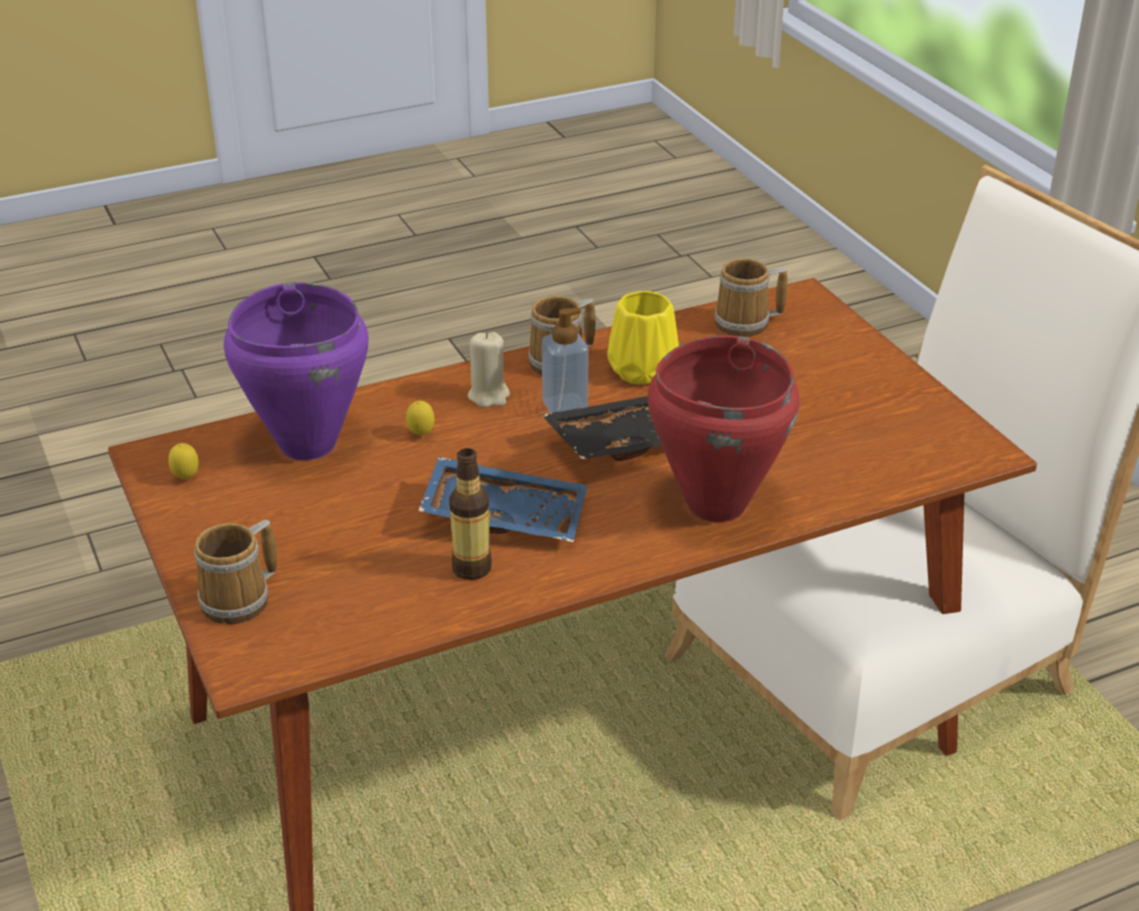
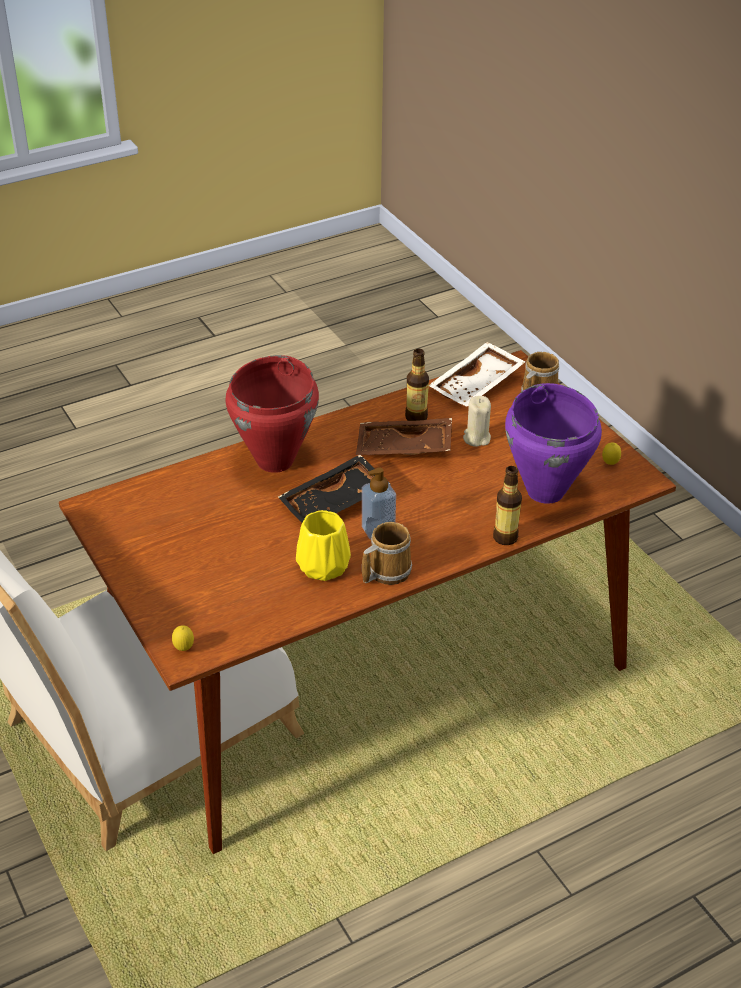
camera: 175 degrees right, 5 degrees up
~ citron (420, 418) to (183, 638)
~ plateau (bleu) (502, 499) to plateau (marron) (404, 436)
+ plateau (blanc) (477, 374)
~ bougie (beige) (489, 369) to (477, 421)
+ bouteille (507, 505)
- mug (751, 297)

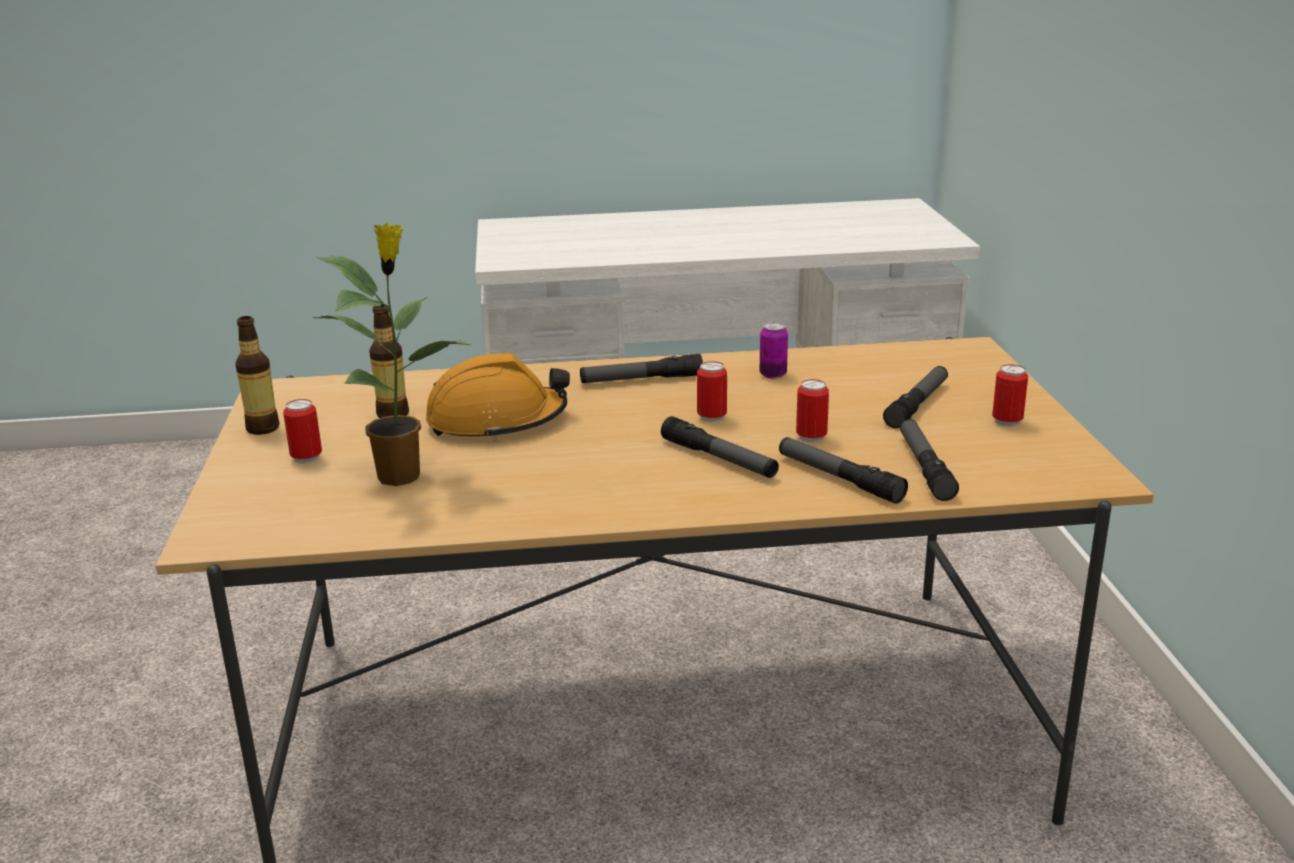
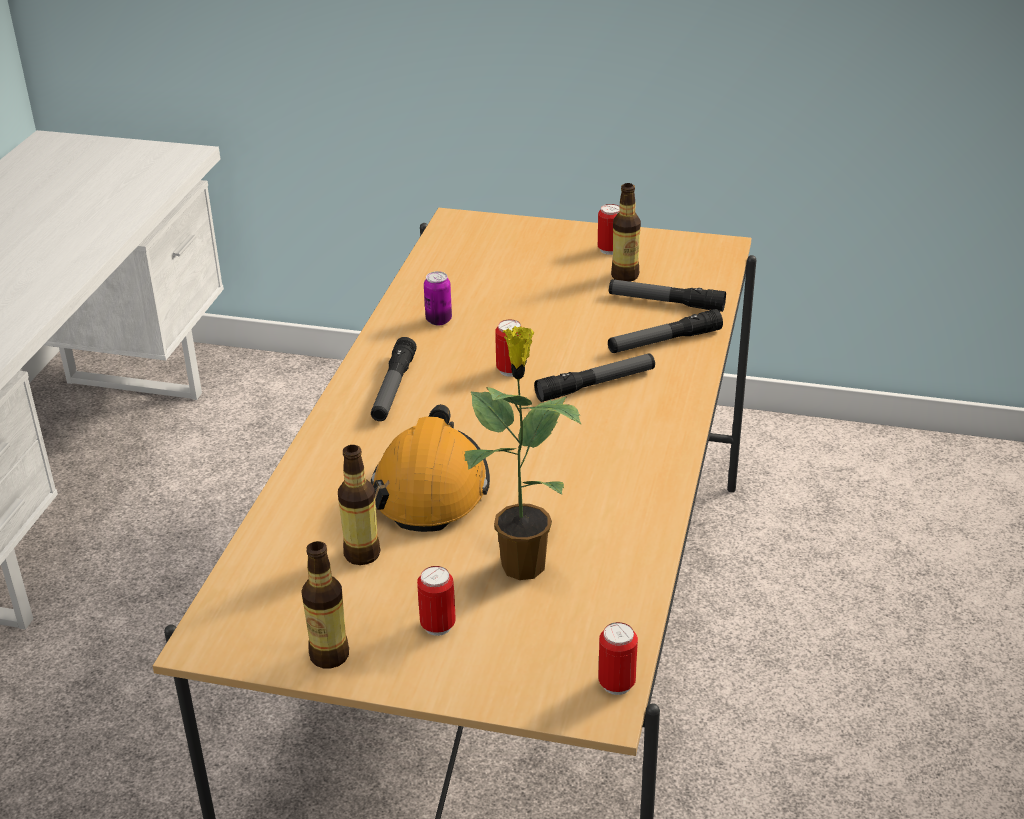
camera: 70 degrees left, 10 degrees up
~ boîte métallique (812, 411) to (618, 658)
+ bouteille (626, 232)
- lampe de poche (915, 397)

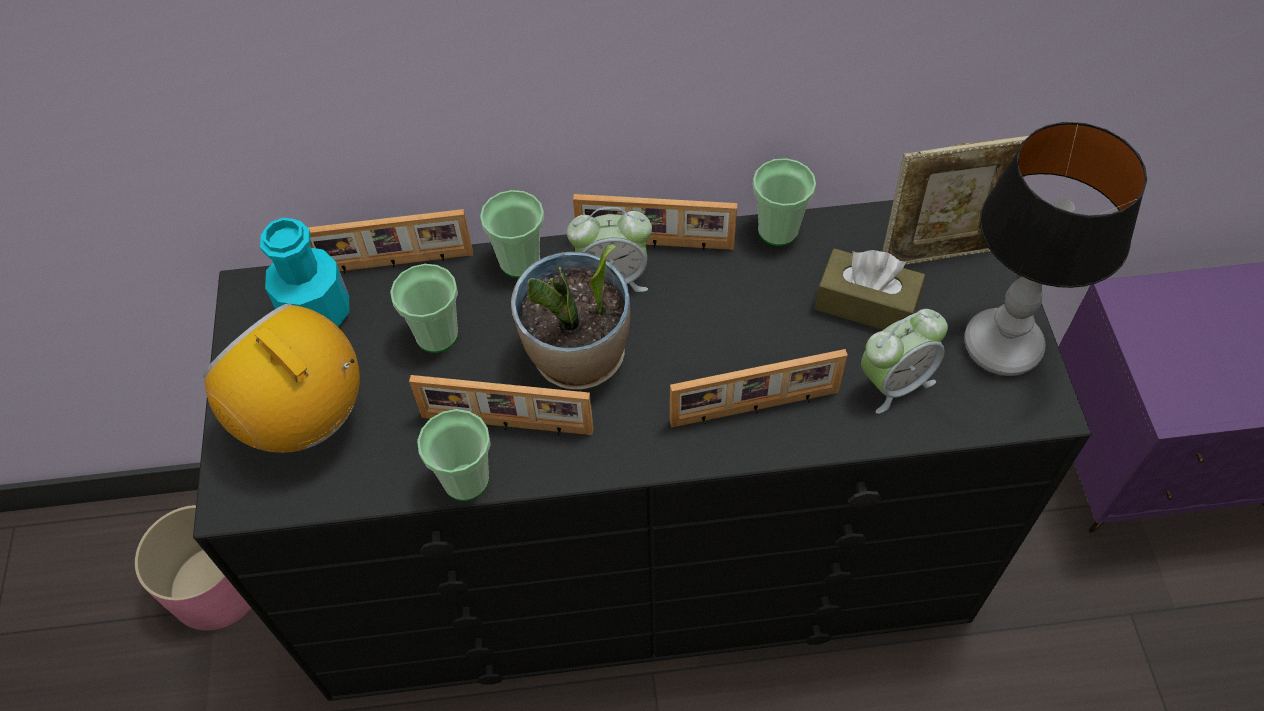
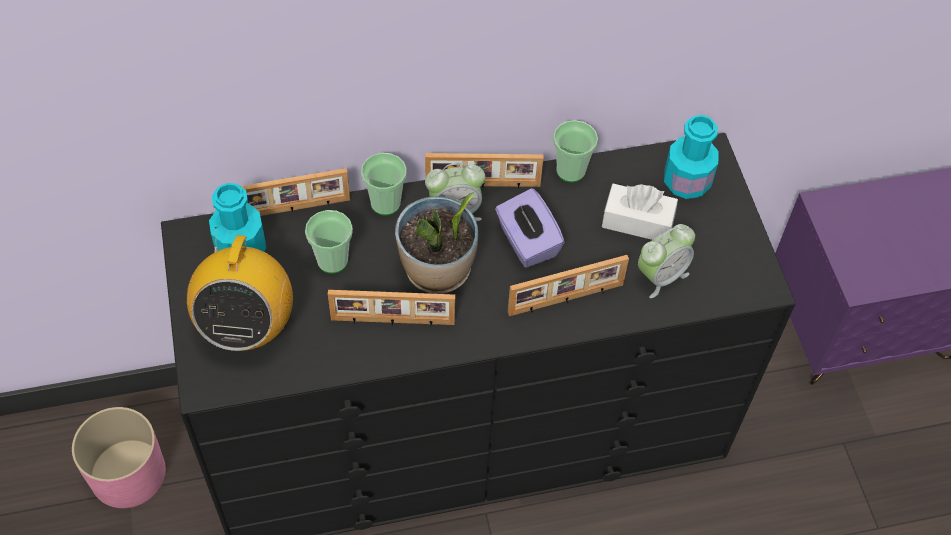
camera: 10 degrees left, 0 degrees up
~ radio (281, 378) = (240, 289) 120 degrees counterclockwise
+ boîte à mouchoirs (violet) (530, 228)
~ boîte à mouchoirs (marron) (870, 289) to boîte à mouchoirs (blanc) (640, 212)
~ cadre photo (955, 200) to bouteille (turquoise) (691, 157)
- tasse (454, 455)
- lampe de table (1055, 249)

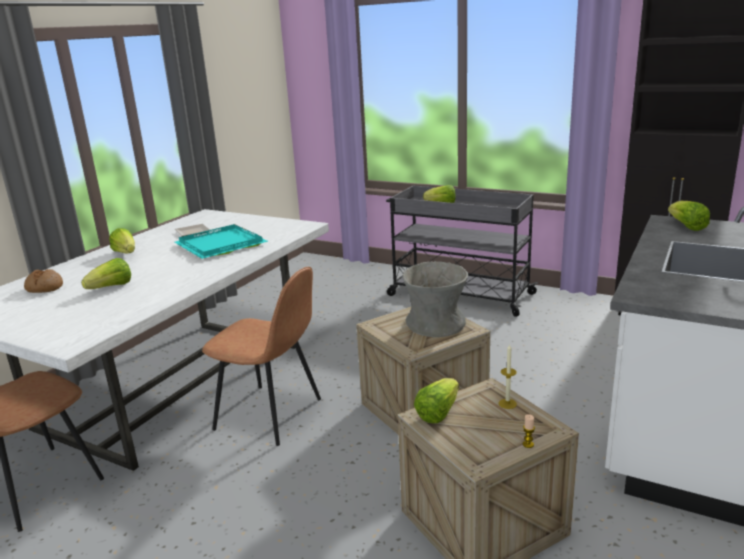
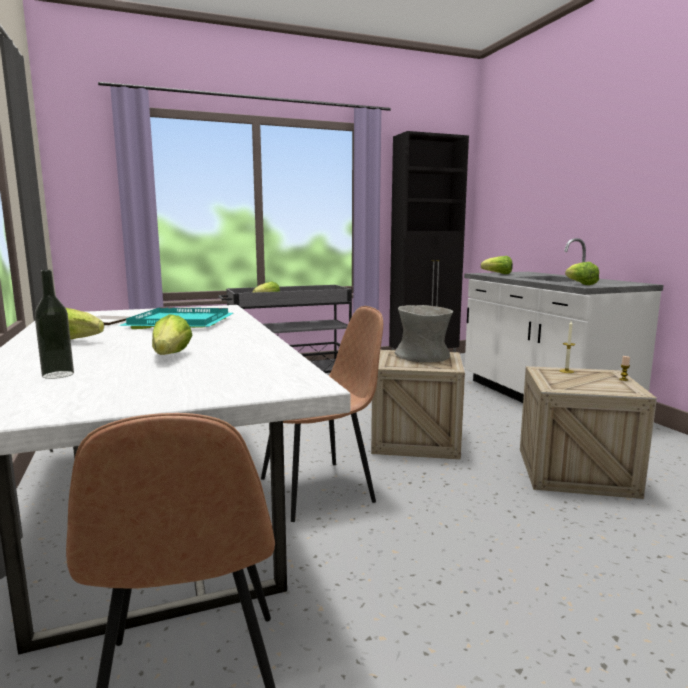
camera: 50 degrees left, 10 degrees down
~ pain (43, 281) to bouteille (54, 324)
~ laitue (436, 400) to (582, 273)

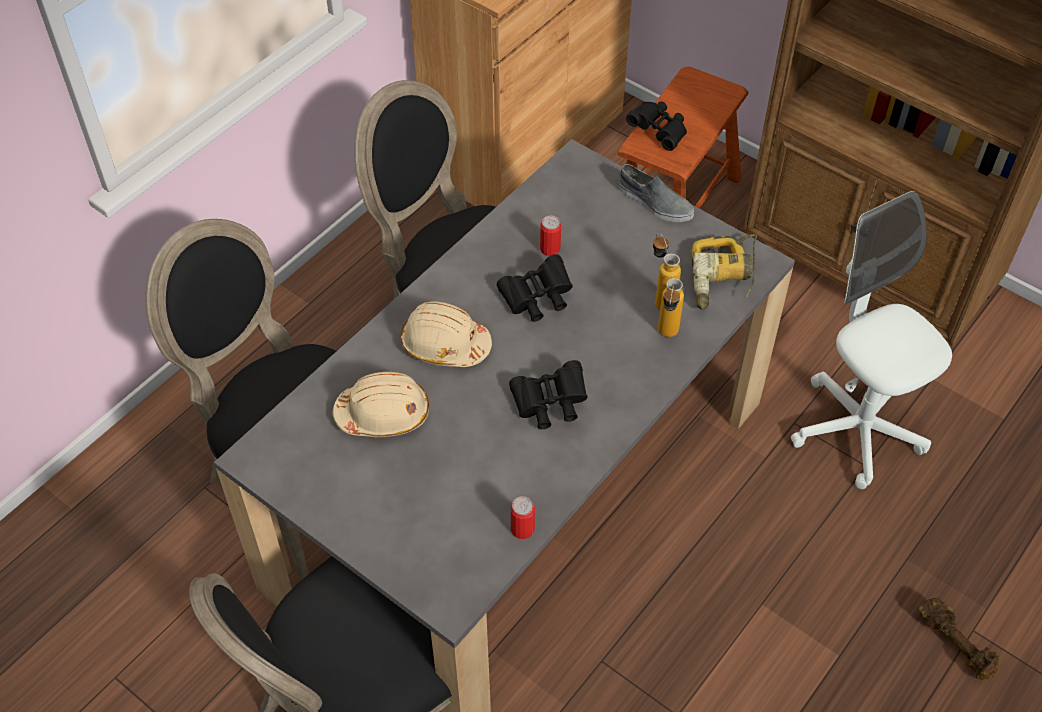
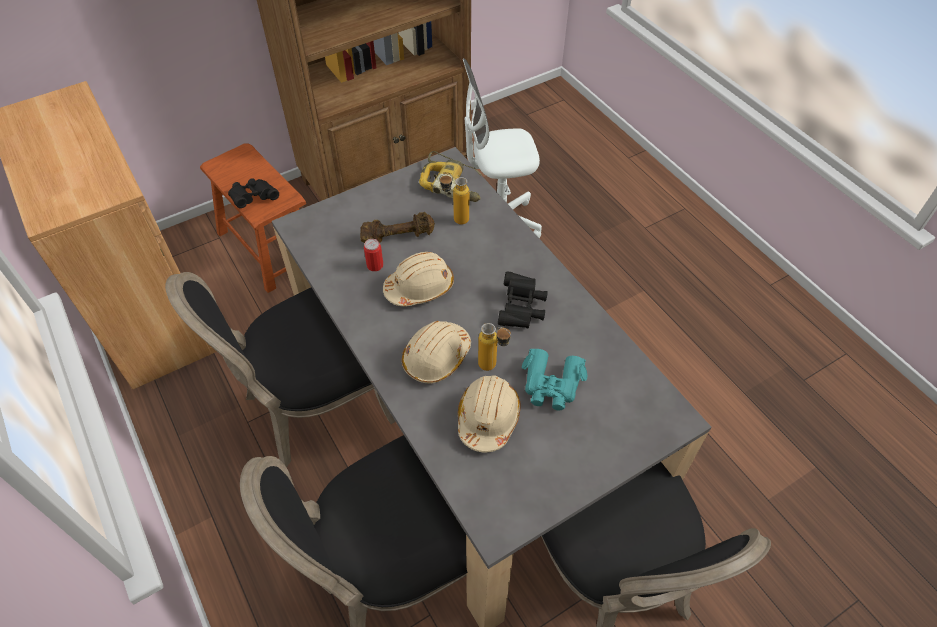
camera: 70 degrees left, 0 degrees up
~ haltère (marron) (958, 639) to (397, 227)
~ jumelles (noir) (535, 288) to casque de chantier (beige) (418, 279)
~ bouteille (671, 307) to (494, 347)
+ jumelles (turquoise) (554, 380)
- boîte métallique (523, 517)
- chaussure (gris) (656, 193)

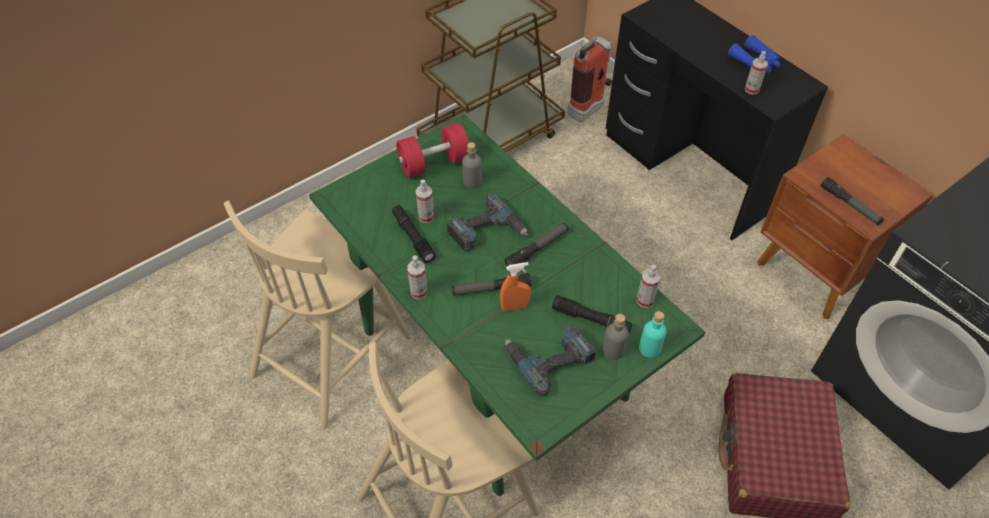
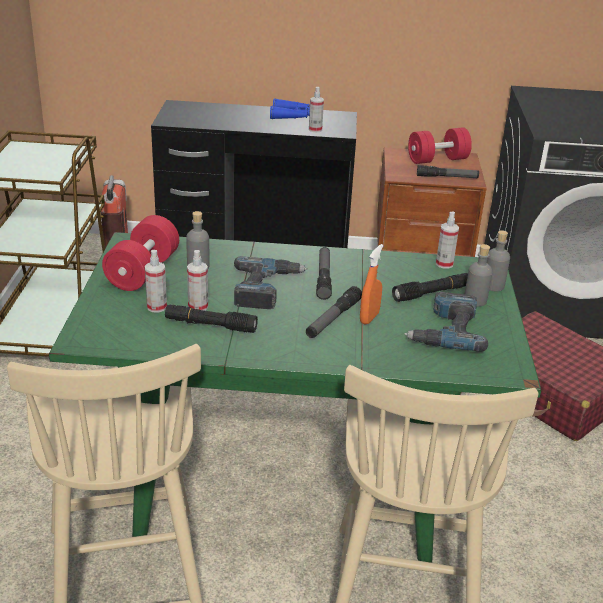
camera: 50 degrees left, 20 degrees down
~ vaporisateur (417, 277) to (156, 281)
+ haltère (rouge) (440, 145)
~ bouteille (turquoise) (653, 334) to bouteille (gris) (498, 260)

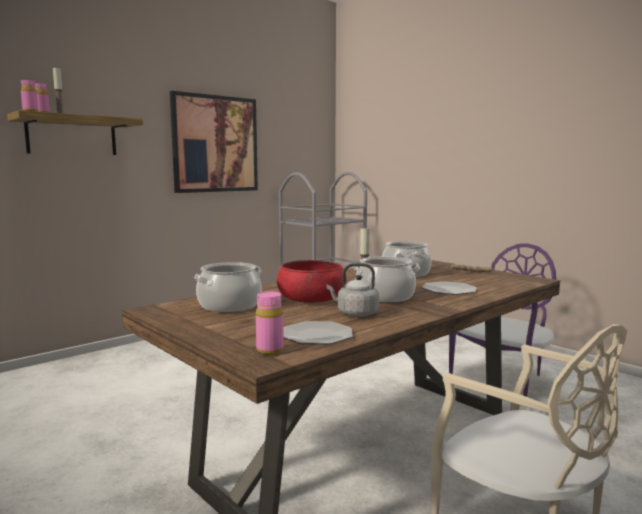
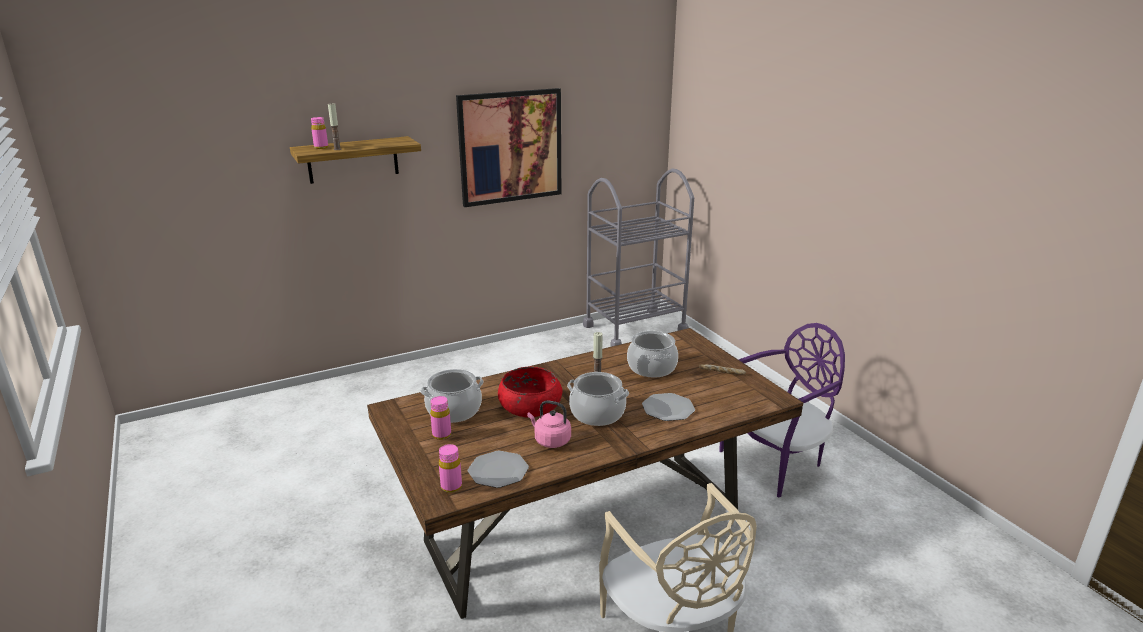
camera: 15 degrees right, 15 degrees up
~ bouteille (rose) (29, 96) to (440, 418)
~ bouilloire (gris) (353, 290) to bouilloire (rose) (549, 424)

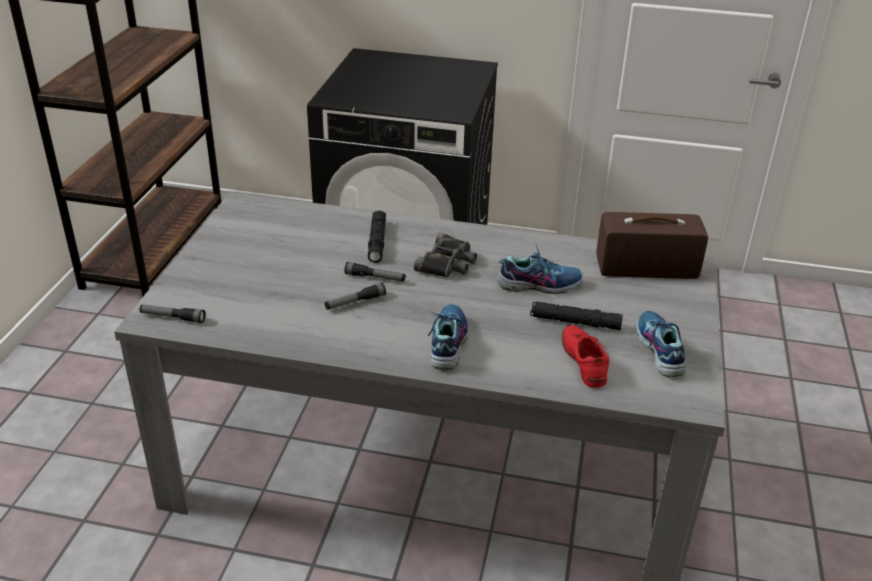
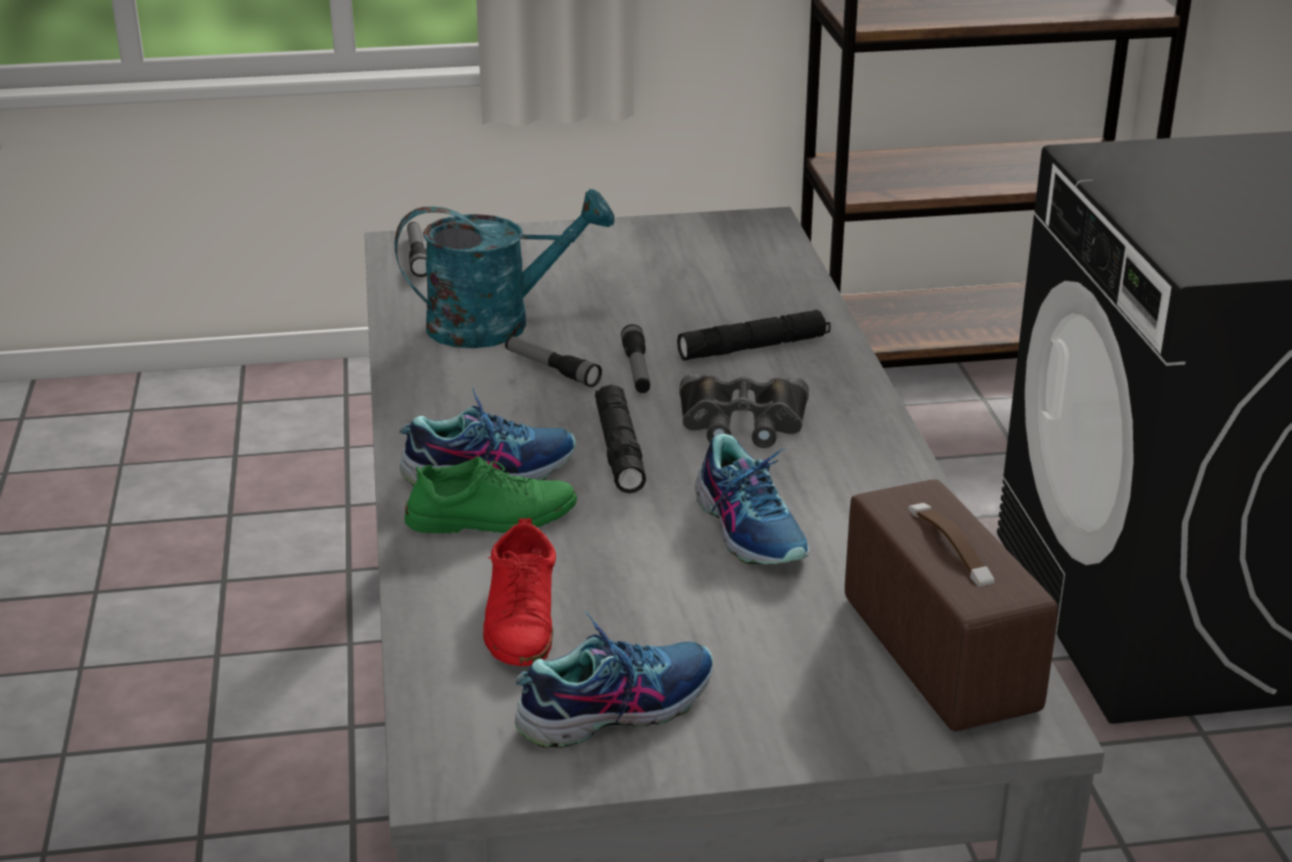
camera: 70 degrees right, 5 degrees down
+ arrosoir (turquoise) (504, 268)
+ chaussure (vert) (491, 494)
~ chaussure (rouge) (585, 356) = (519, 592) 120 degrees clockwise
~ lampe de poche (noir) (576, 315) to (620, 439)

